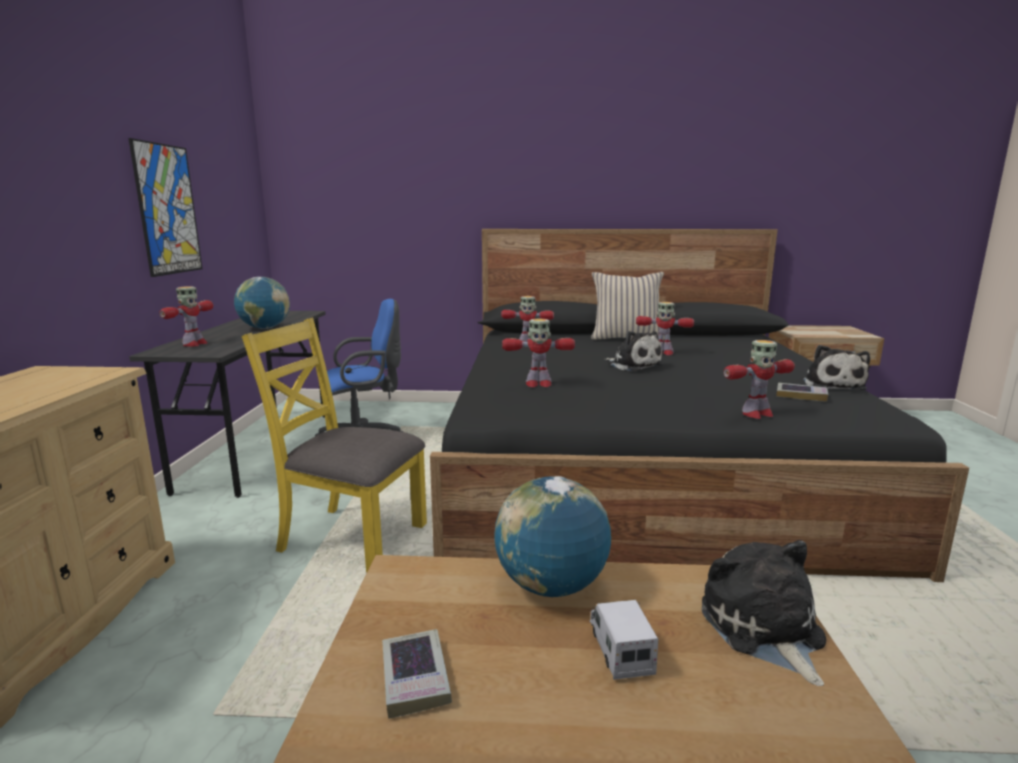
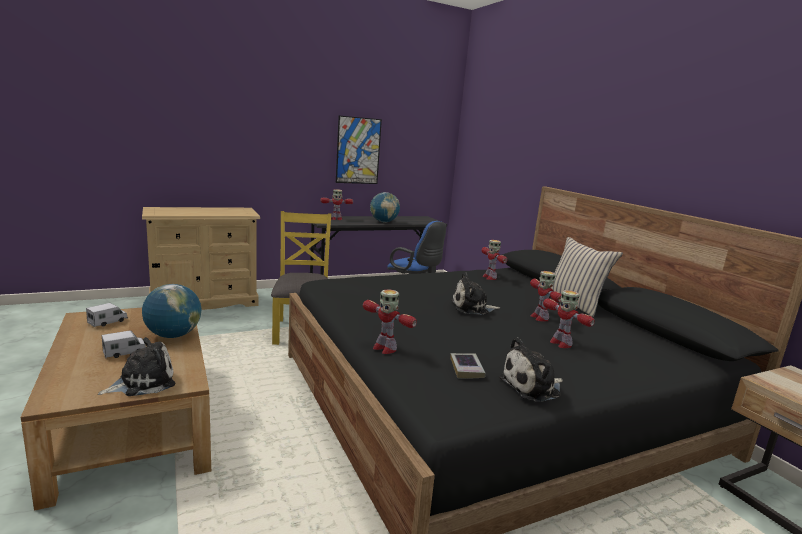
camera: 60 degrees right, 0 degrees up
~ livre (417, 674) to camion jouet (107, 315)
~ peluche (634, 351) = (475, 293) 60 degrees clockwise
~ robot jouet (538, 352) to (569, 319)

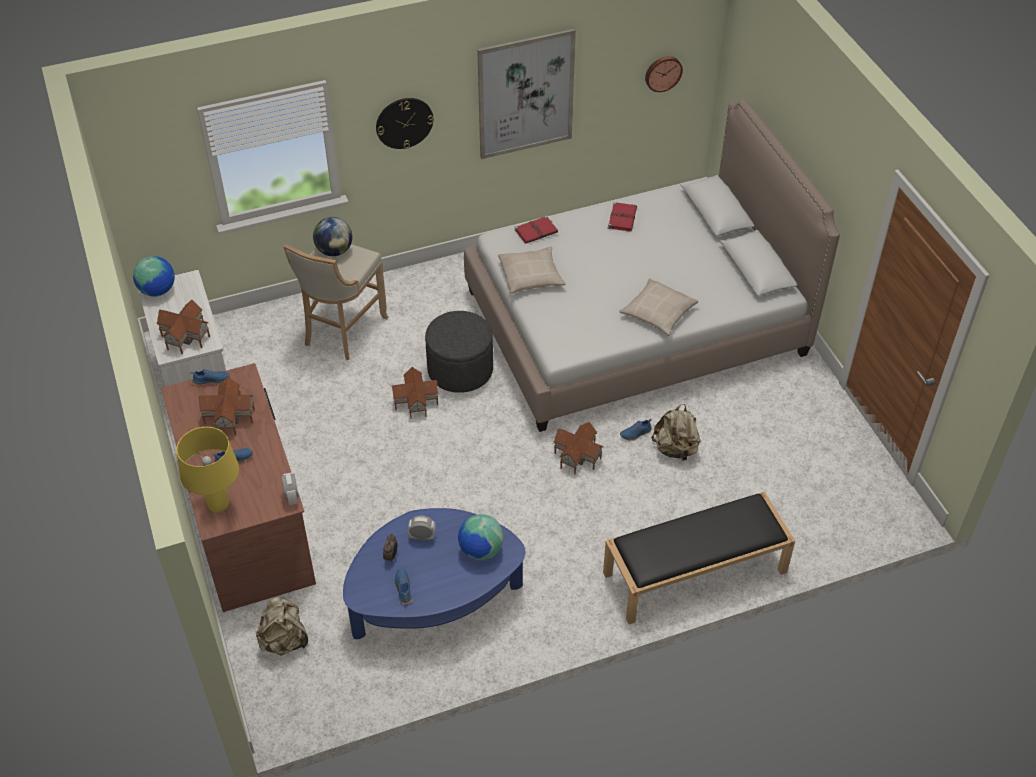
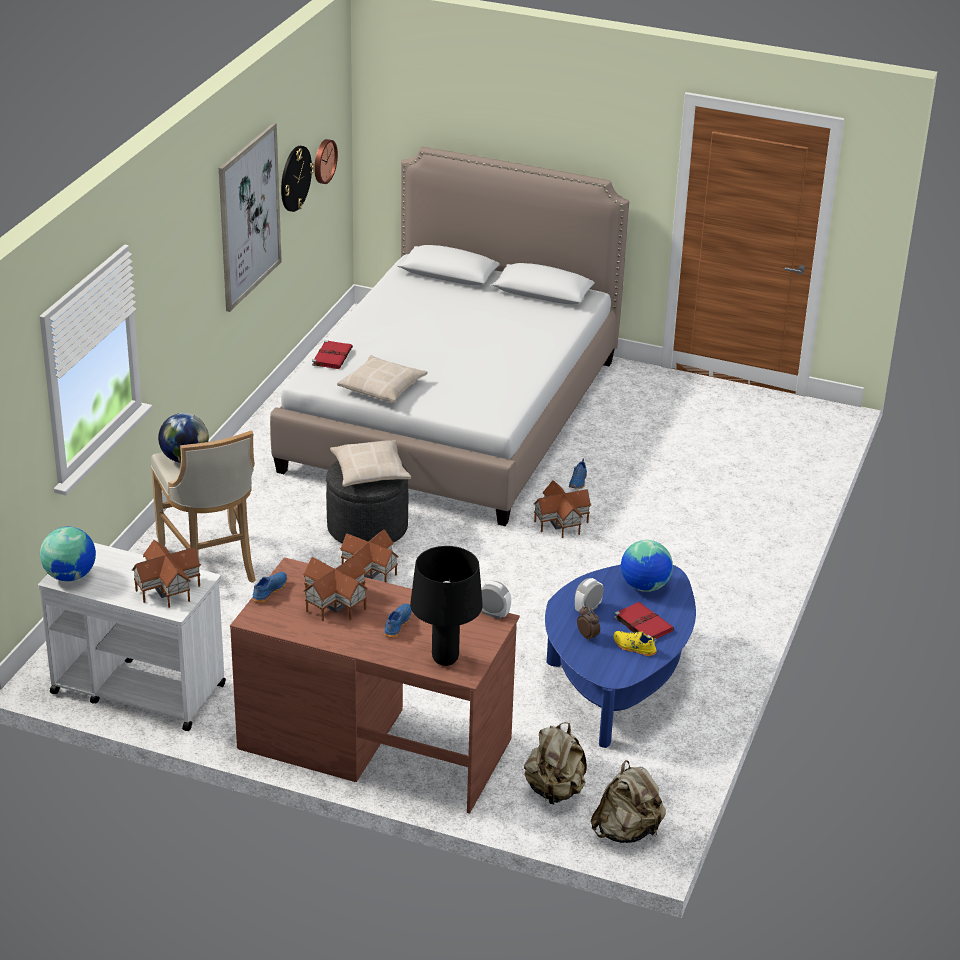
camera: 50 degrees left, 15 degrees down
~ horloge murale (405, 123) to (297, 179)
~ coussin (beige) (658, 307) to (370, 463)
~ lampe de table (jaune) (207, 470) to lampe de table (noir) (446, 606)
~ sac à dos (beige) (676, 432) to (628, 801)
~ livre (rouge) (622, 217) to (644, 621)
~ chaussure (bleu) (403, 586) to chaussure (jaune) (635, 643)
- banc (noir) (699, 557)

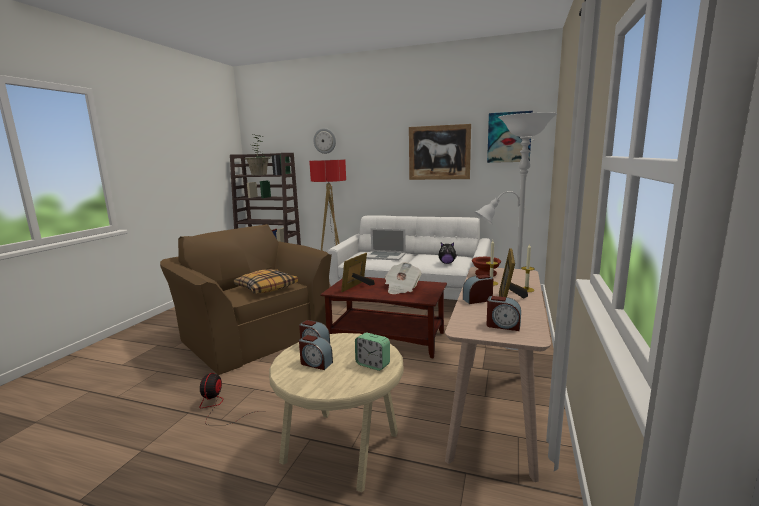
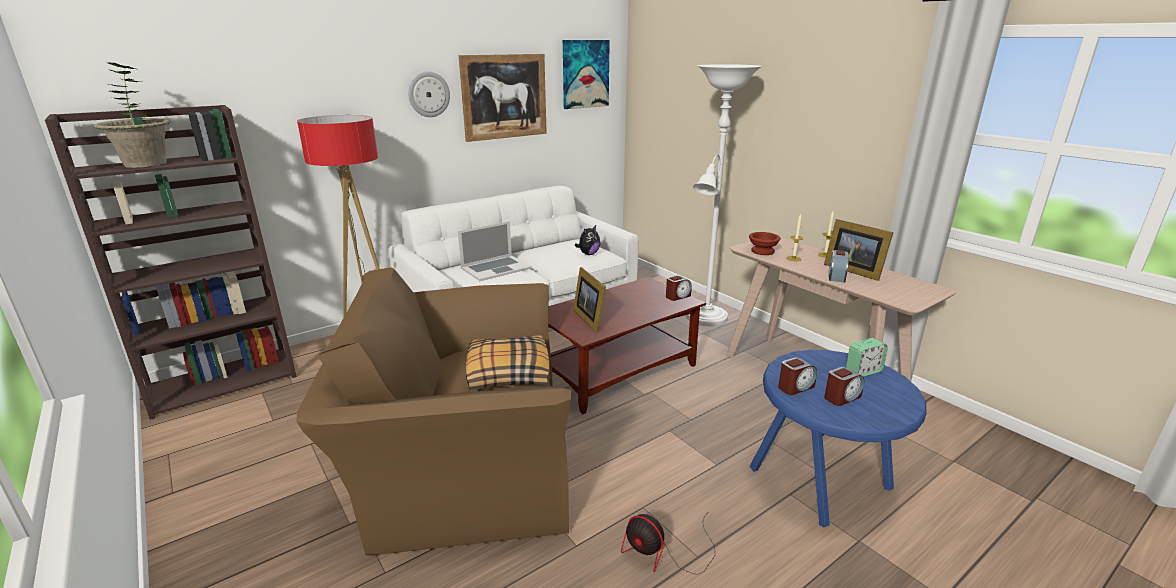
camera: 55 degrees left, 10 degrees up
~ horloge murale (325, 141) to (429, 94)
~ réveil (504, 313) to (679, 288)
~ table d'appoint (beige) (336, 412) to table d'appoint (bleu) (838, 438)
- journal (403, 278)

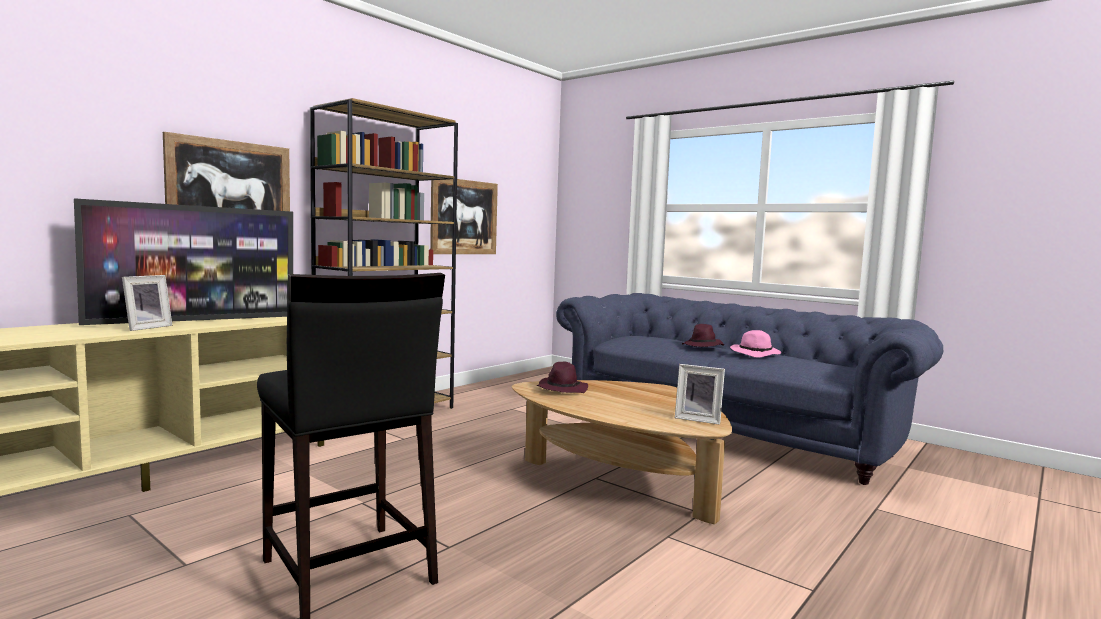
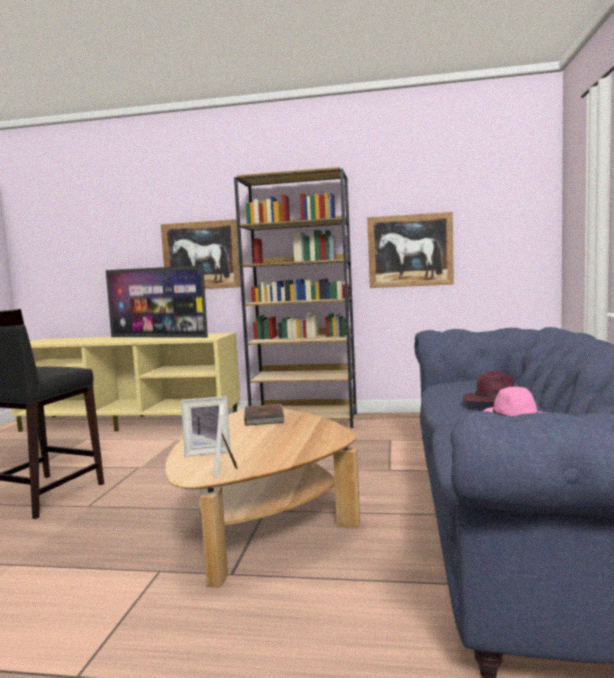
camera: 60 degrees right, 0 degrees up
~ cadre photo (147, 303) to (206, 426)
~ chapeau (violet) (562, 377) to livre (marron) (264, 415)

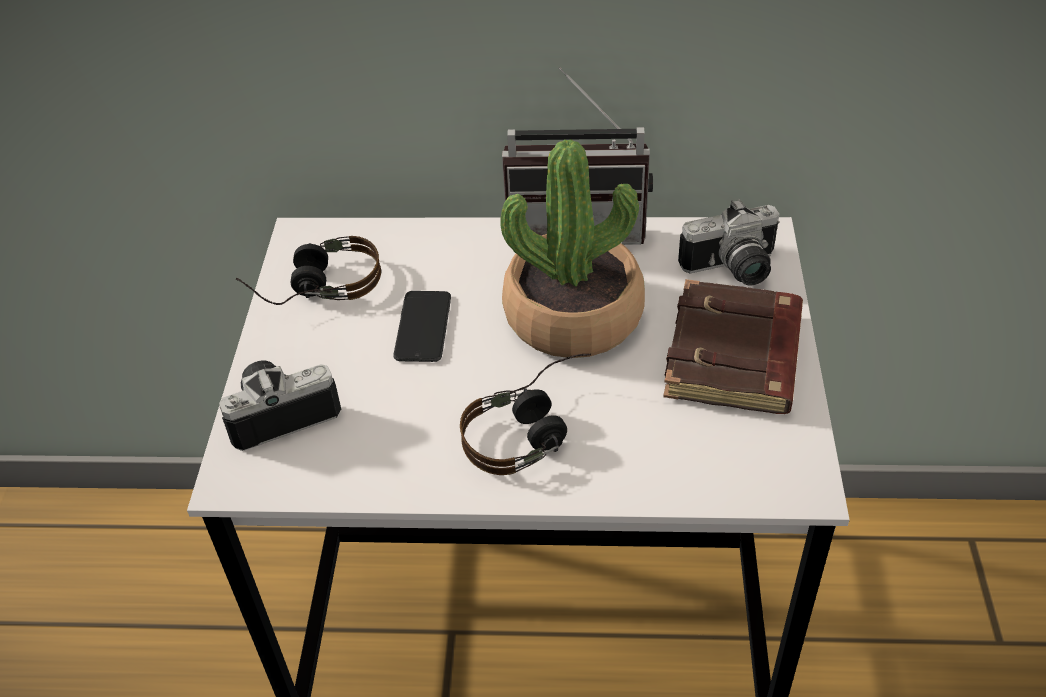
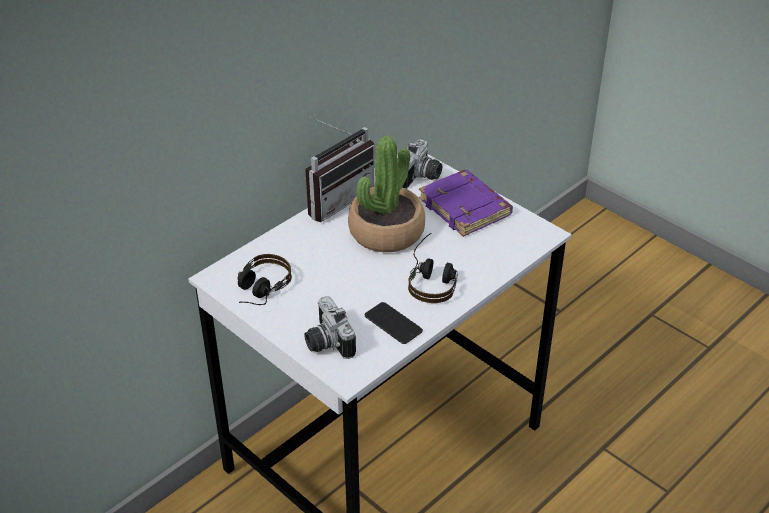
camera: 50 degrees left, 5 degrees down
~ appareil photo (280, 406) = (330, 327) 45 degrees counterclockwise
~ téléphone (422, 326) to (394, 323)
~ livre (marron) (733, 346) to livre (violet) (466, 203)

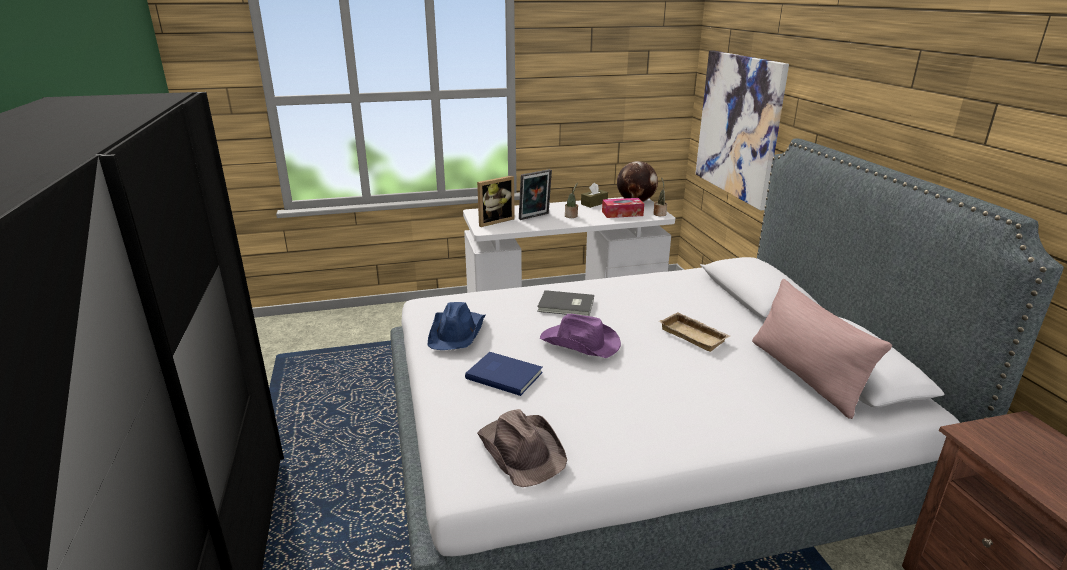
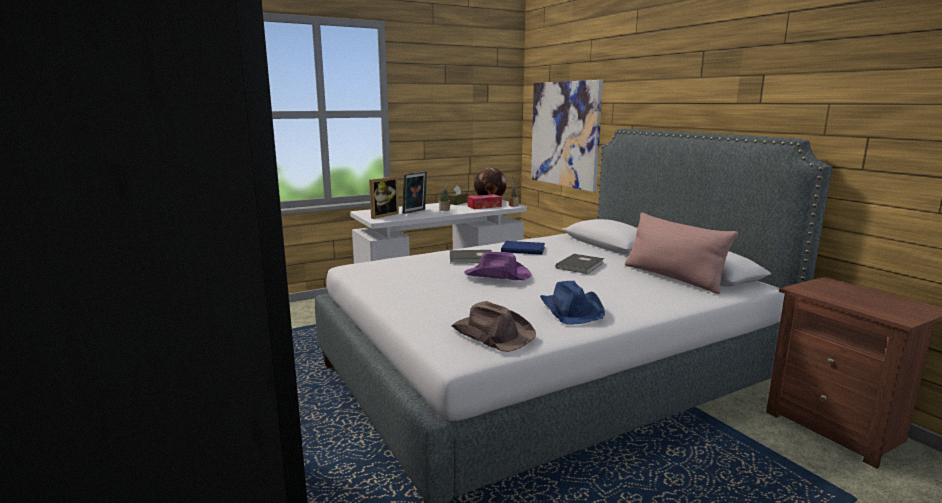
camera: 15 degrees left, 10 degrees down
~ livre (bleu) (504, 374) to (523, 248)
~ chapeau (bleu) (456, 326) to (572, 303)
~ plateau (beige) (694, 332) to livre (gris) (579, 264)

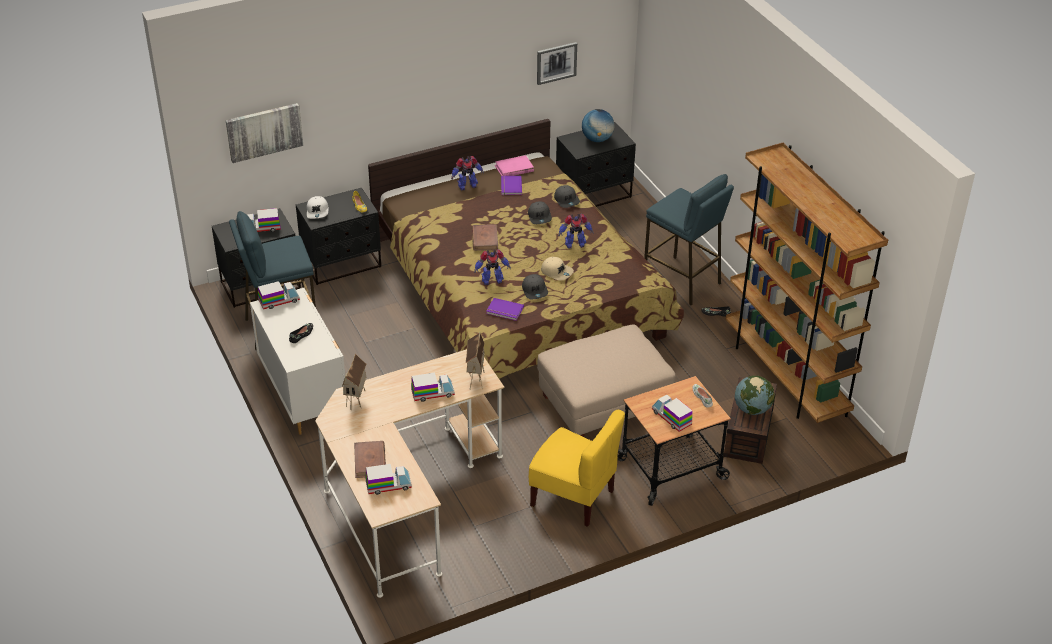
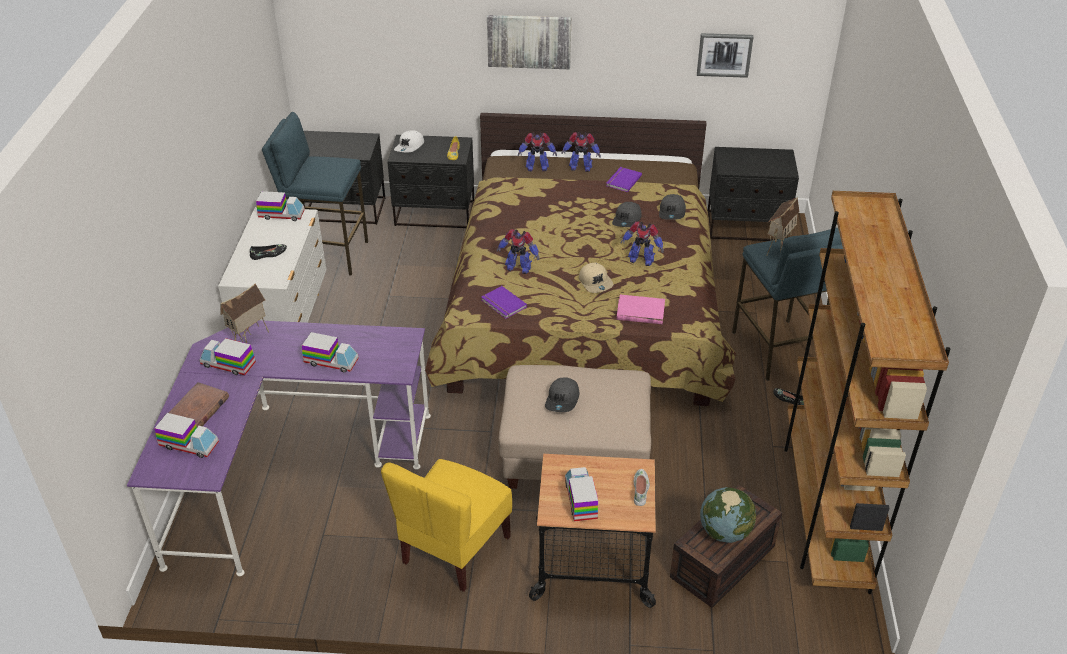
camera: 30 degrees right, 0 degrees up
~ bureau (beige) (409, 473) to bureau (violet) (279, 448)
~ camion jouet (264, 220) to (228, 356)
~ chaise (jaune) (577, 468) = (446, 525) 60 degrees clockwise
~ tableau (264, 133) to (529, 42)
+ robot jouet (537, 152)
~ casquette (gris) (535, 286) to (562, 395)
~ livre (rose) (514, 165) to (640, 309)
~ maison miniature (475, 361) to (783, 226)
- livre (marron) (485, 237)
- globe (598, 125)

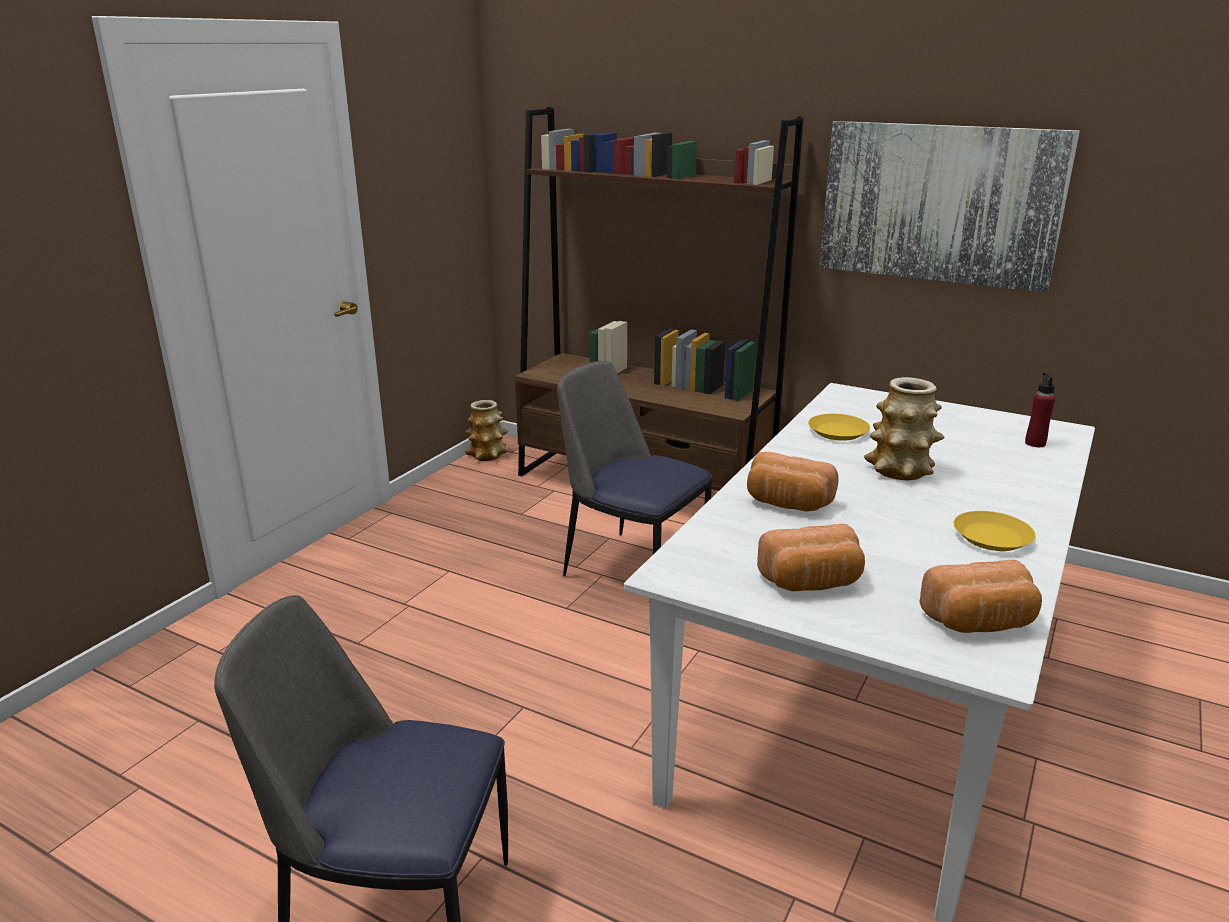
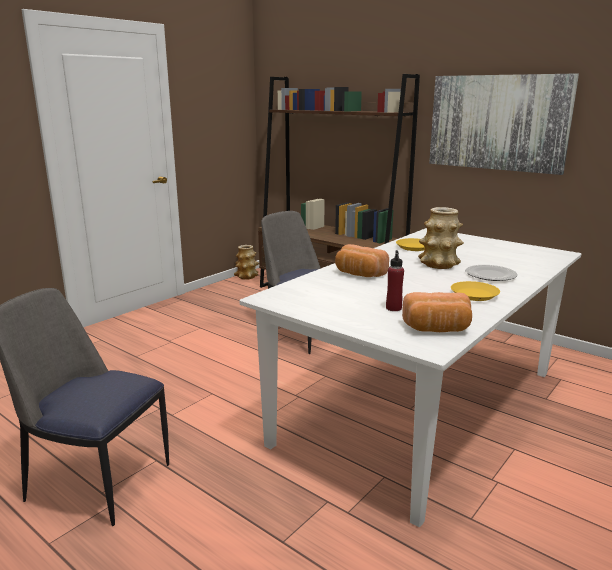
camera: 10 degrees right, 5 degrees down
~ bouteille (rouge) (1040, 410) to (395, 280)
+ assiette (491, 273)
- pain (811, 557)

